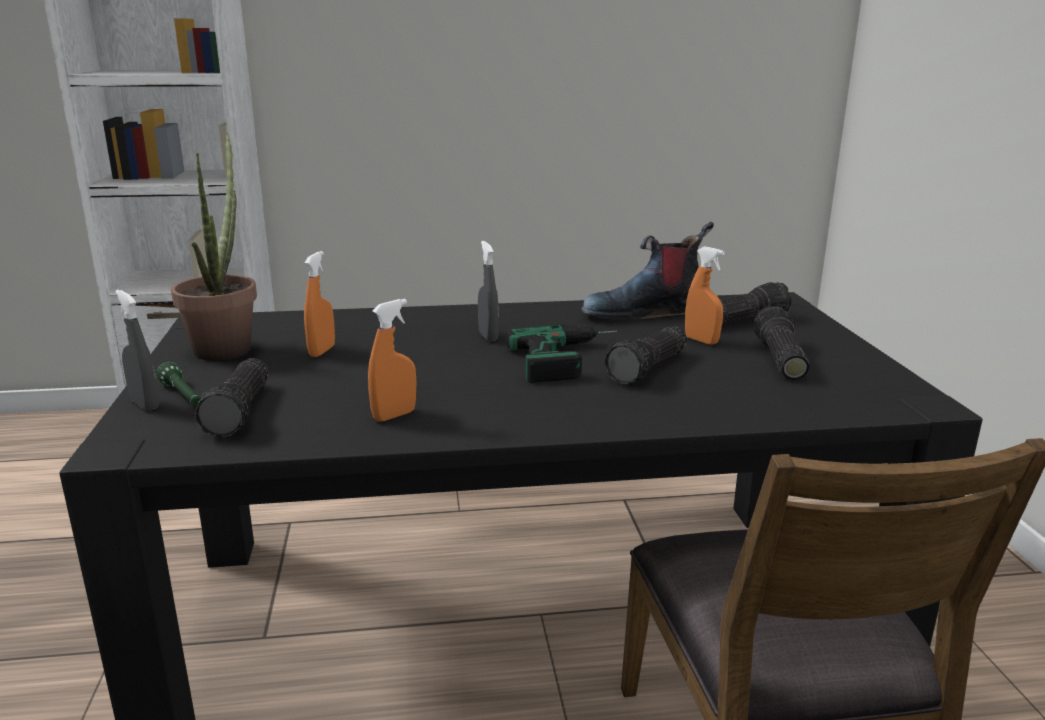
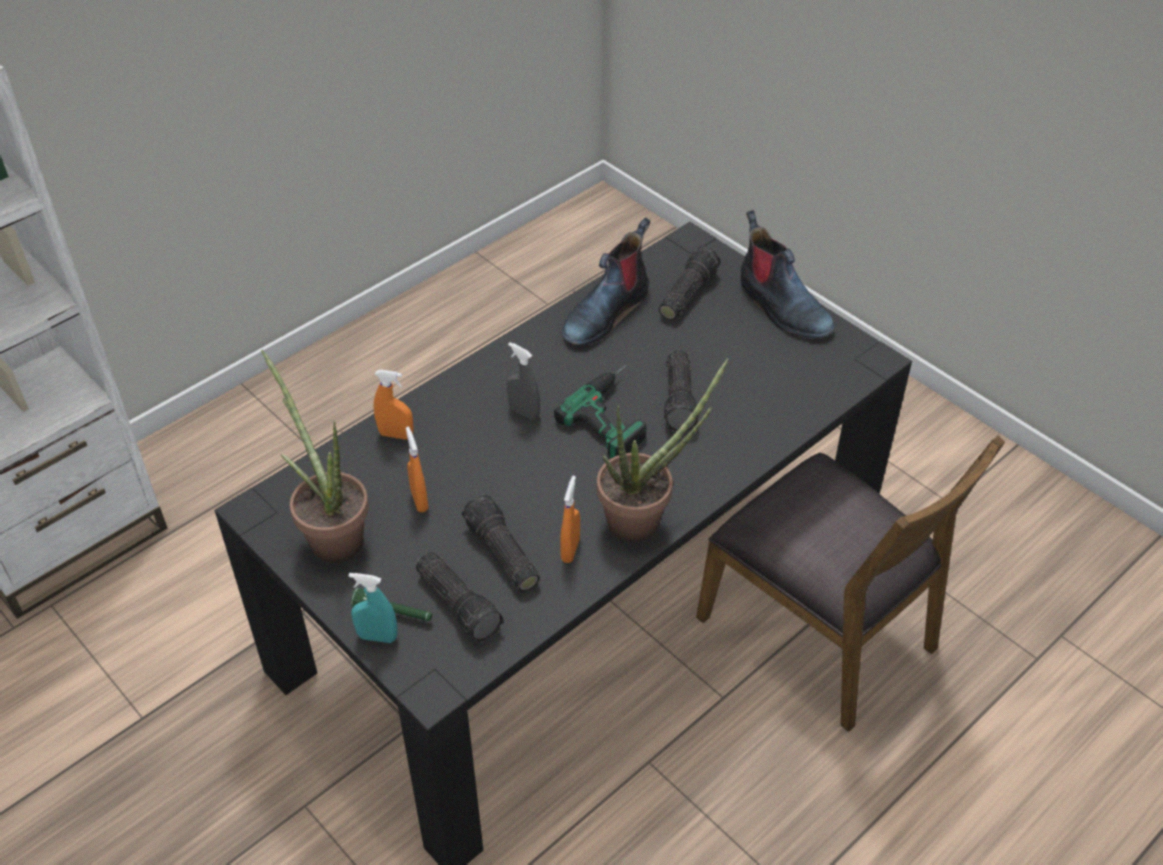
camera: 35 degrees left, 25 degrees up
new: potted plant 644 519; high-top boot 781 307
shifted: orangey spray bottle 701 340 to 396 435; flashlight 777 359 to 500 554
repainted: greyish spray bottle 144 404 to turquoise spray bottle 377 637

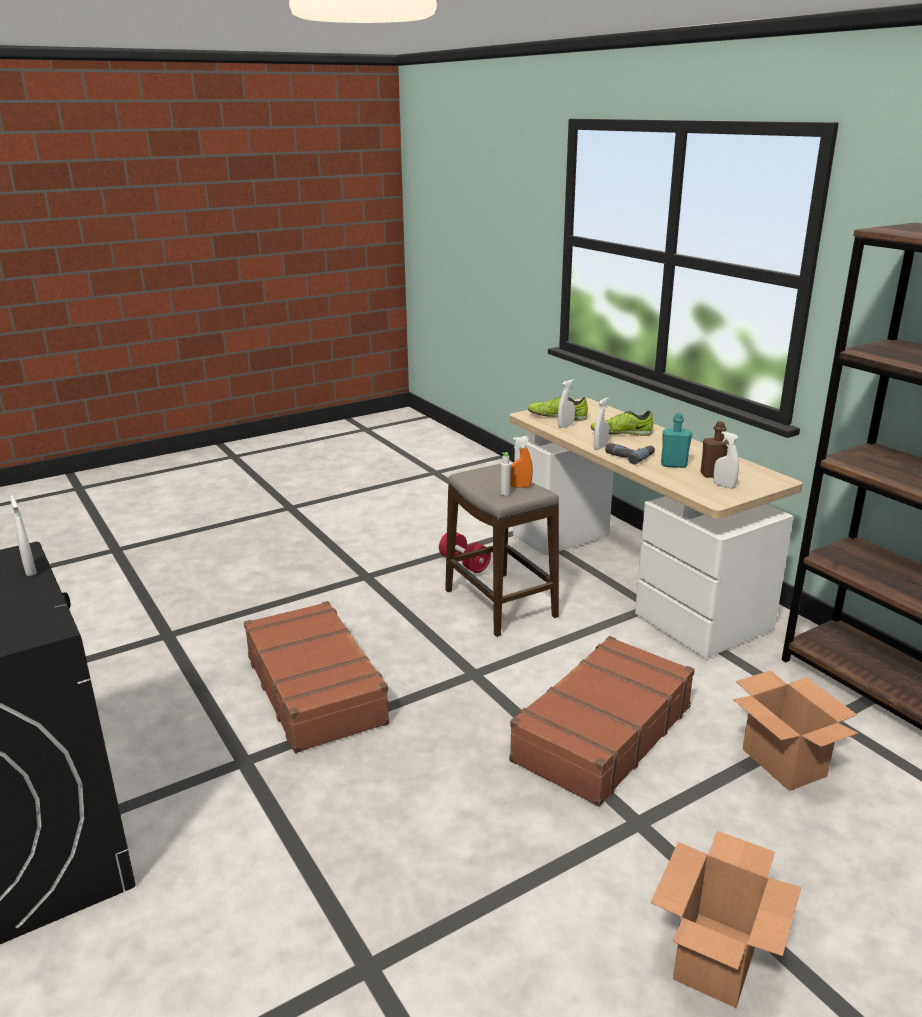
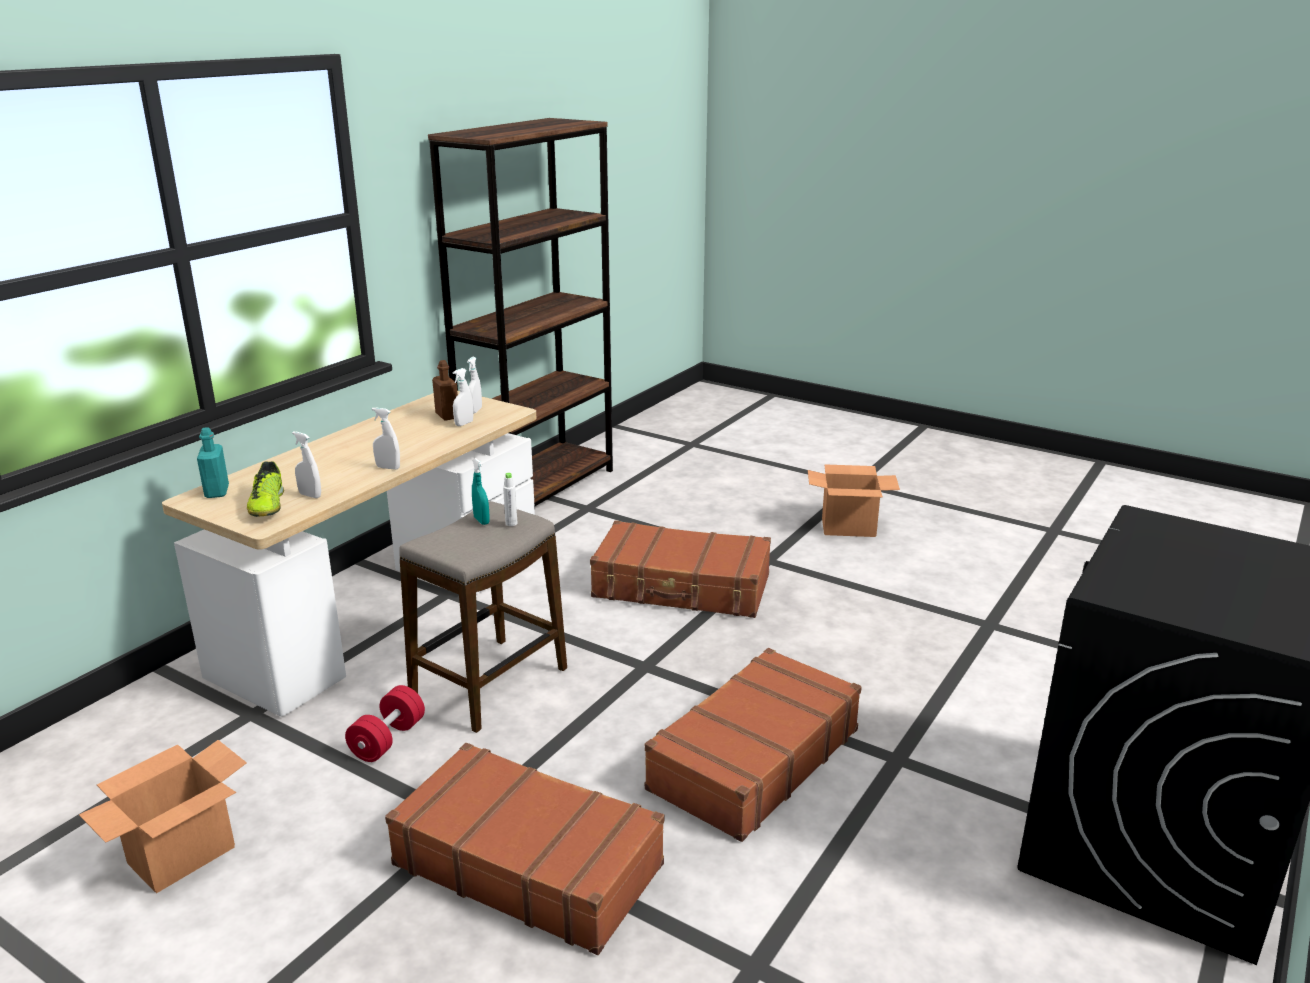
camera: 115 degrees left, 0 degrees up
gone: item of footwear 621 433; power drill 629 455
new: brownish travel case 528 863
shifted: whitish spray bottle 30 570 to 464 423; turquoise beverage bottle 673 465 to 217 492; cardboard box 782 762 to 181 856
repainted: orangey spray bottle 520 486 to turquoise spray bottle 481 521

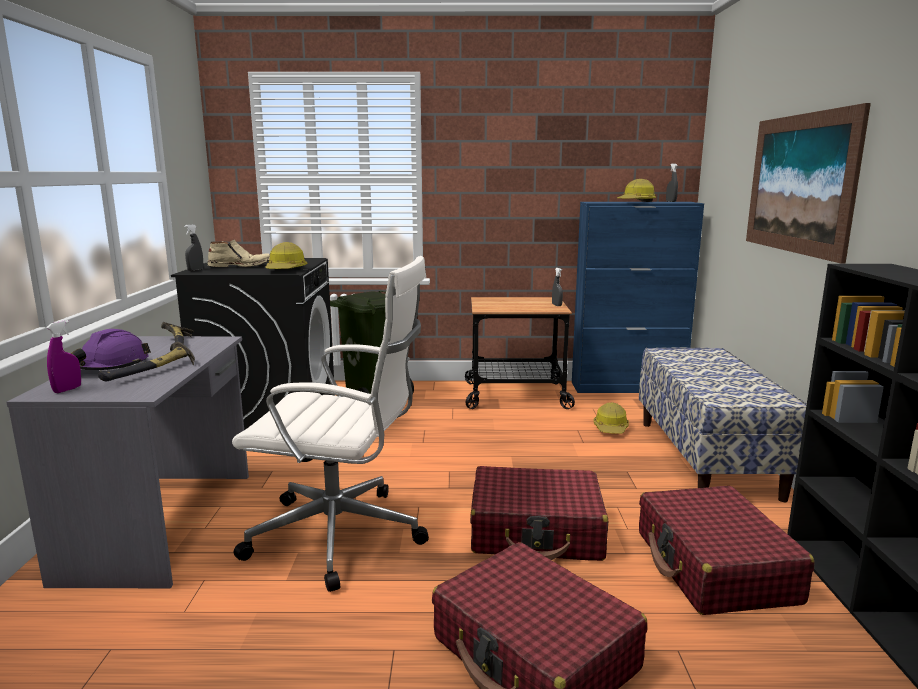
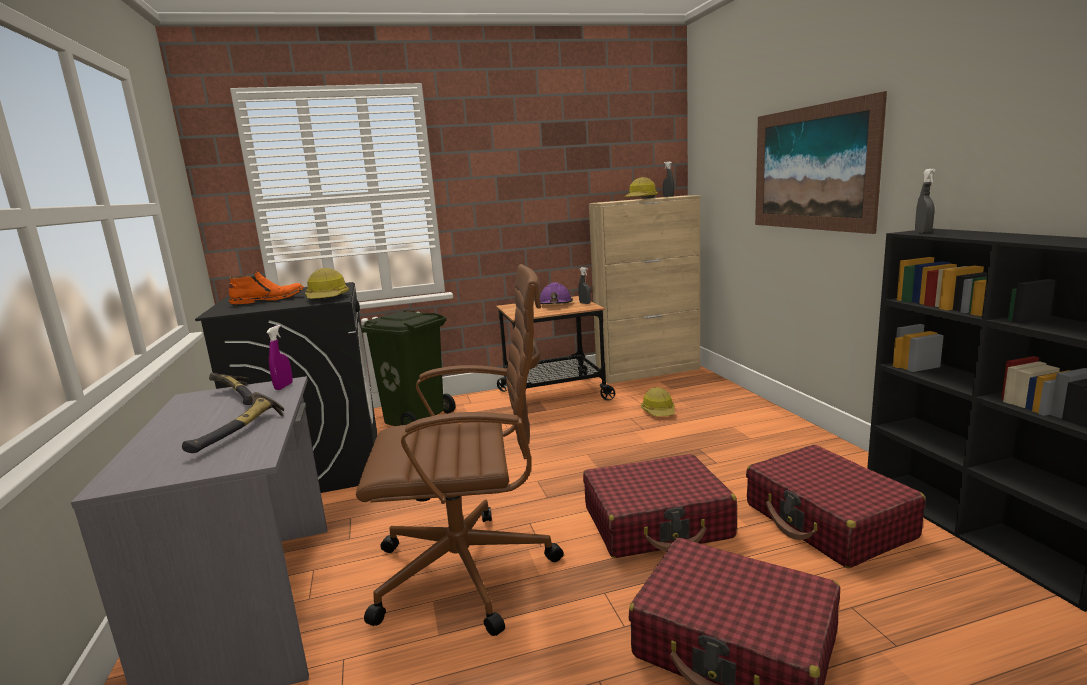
camera: 15 degrees left, 0 degrees up
gone: indoor bench 707 458
shifted: purple-coloured spray bottle 67 389 to 283 386; purple-coloured safety helmet 111 366 to 555 304; greyish spray bottle 195 270 to 923 232
repainted: beige high-top boot 241 266 to orangey high-top boot 268 300; whitish office chair 342 536 to brownish office chair 470 571; blue-coloured storage cabinet 628 387 to beige storage cabinet 648 371

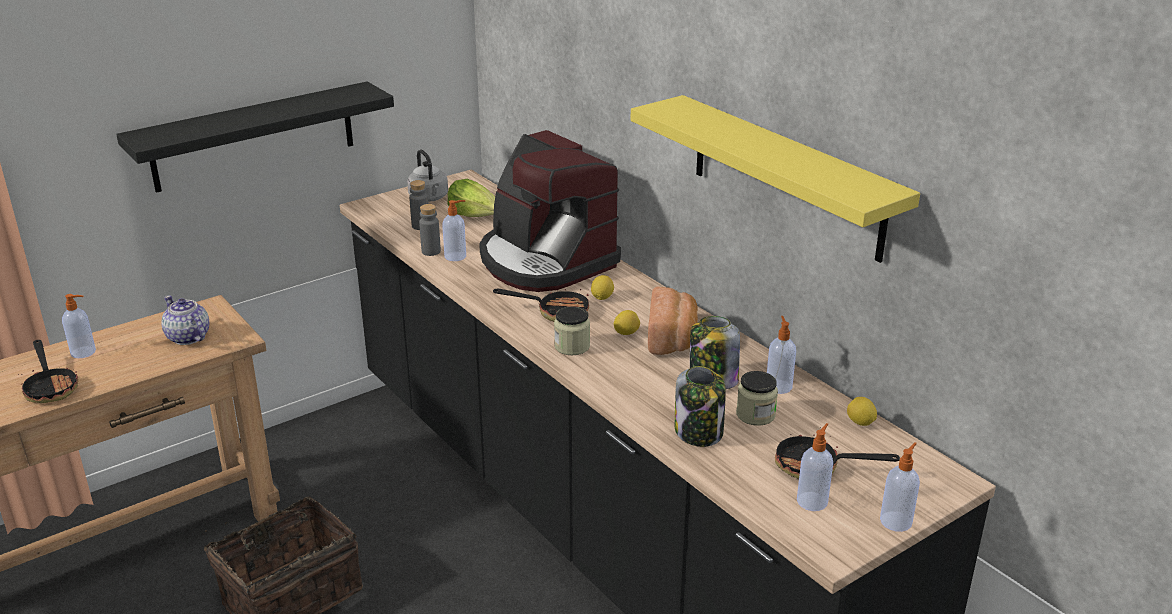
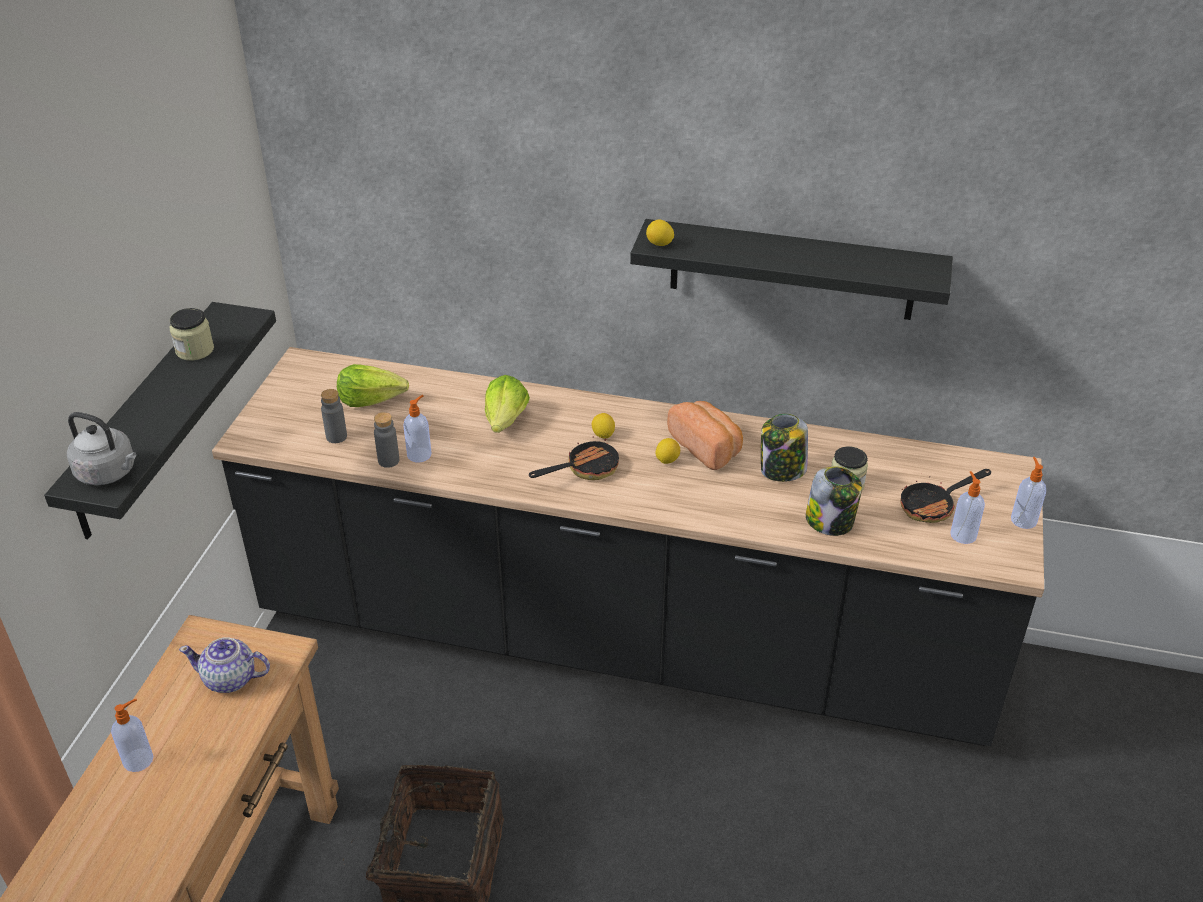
camera: 40 degrees left, 10 degrees up
gone: frying pan 51 387; soap dispenser 778 386
shifted: greyish tea kettle 429 198 to 109 473; jar 572 346 to 195 350; citrus fruit 860 423 to 659 244
swapped: coffee maker 545 261 to head of lettuce 506 420
repainted: yellow bracket shelf 786 177 to black bracket shelf 792 270

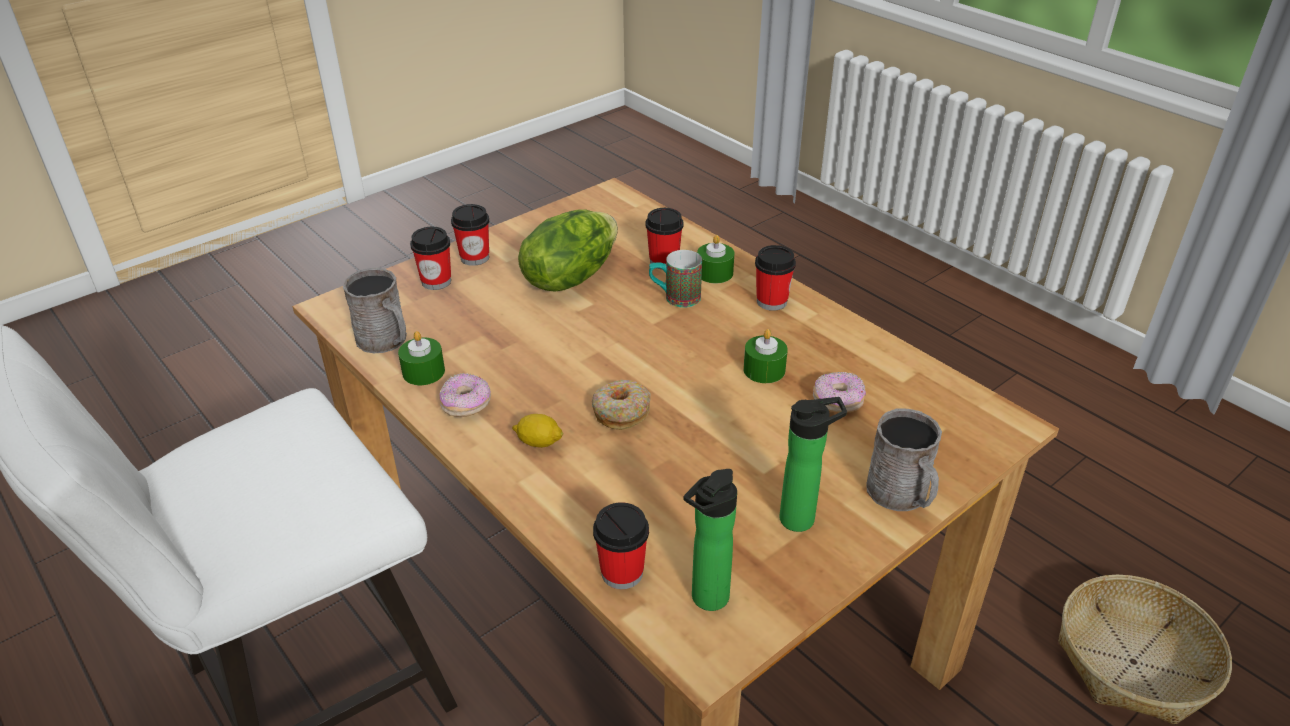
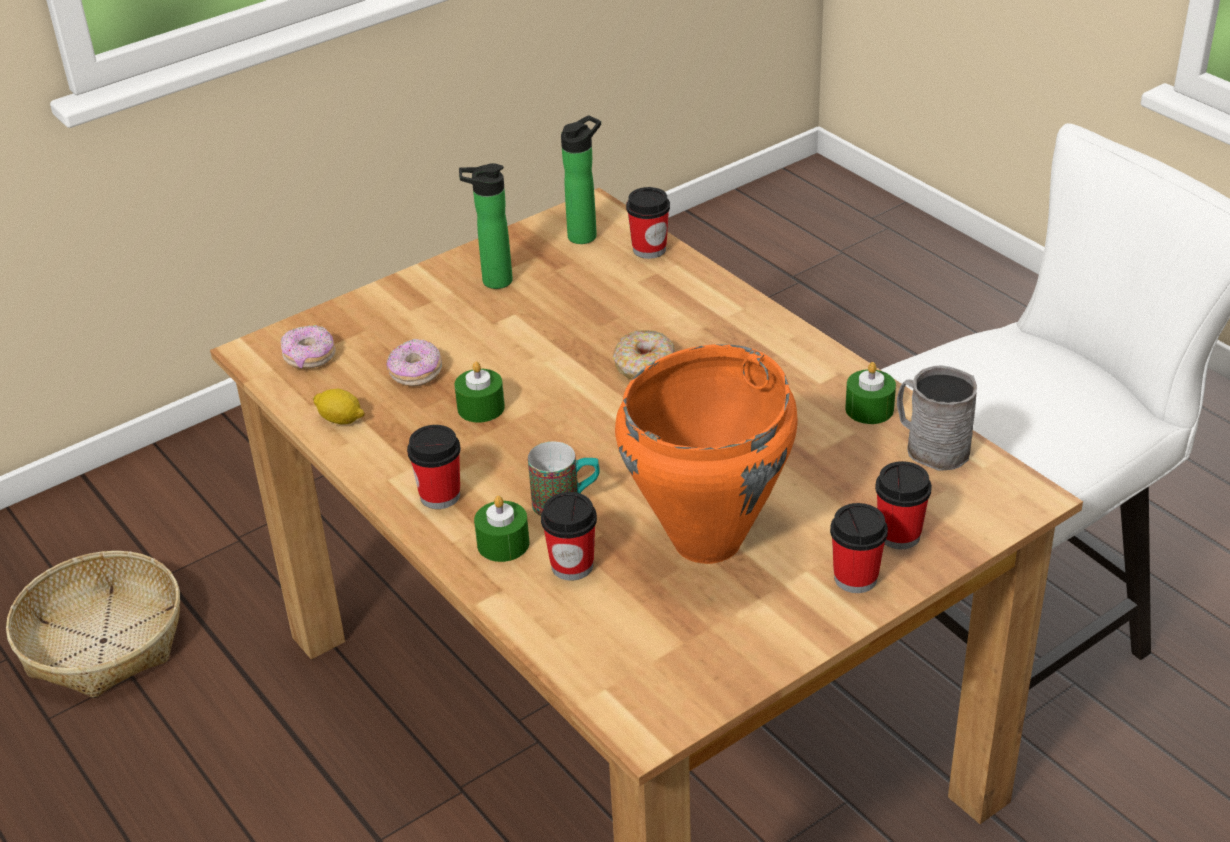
camera: 175 degrees left, 0 degrees up
gone: greyish tea mug 902 495
shifted: doughnut 466 405 to 309 358; citrus fruit 538 442 to 340 419
swapped: head of lettuce 570 276 to orangey cooking pot 709 540

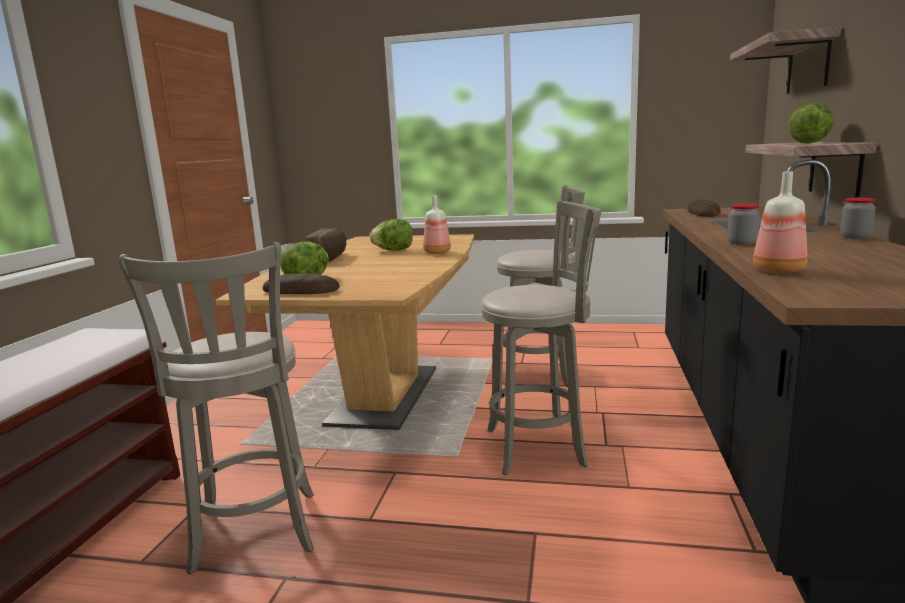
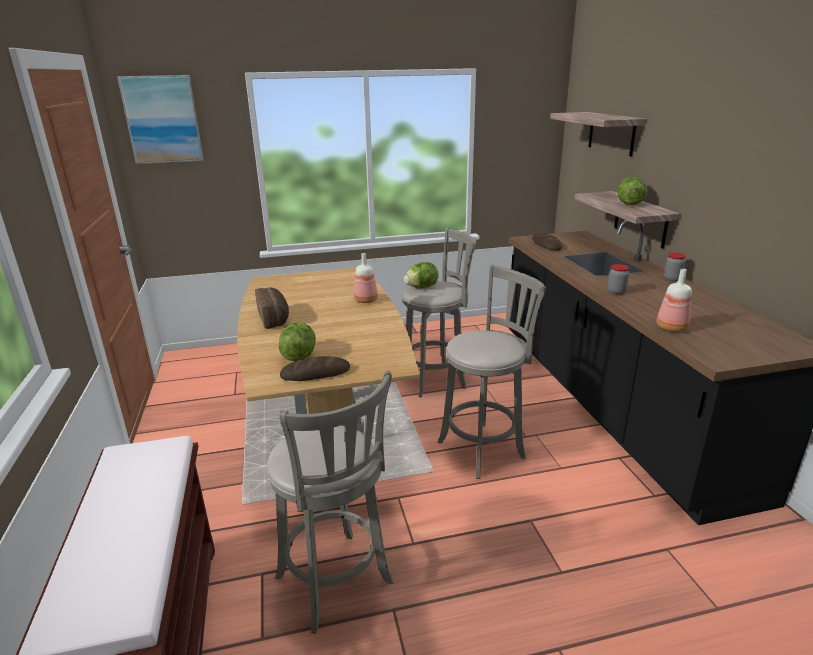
camera: 25 degrees left, 10 degrees up
new: wall picture 162 120
shifted: head of lettuce 394 250 to 421 287

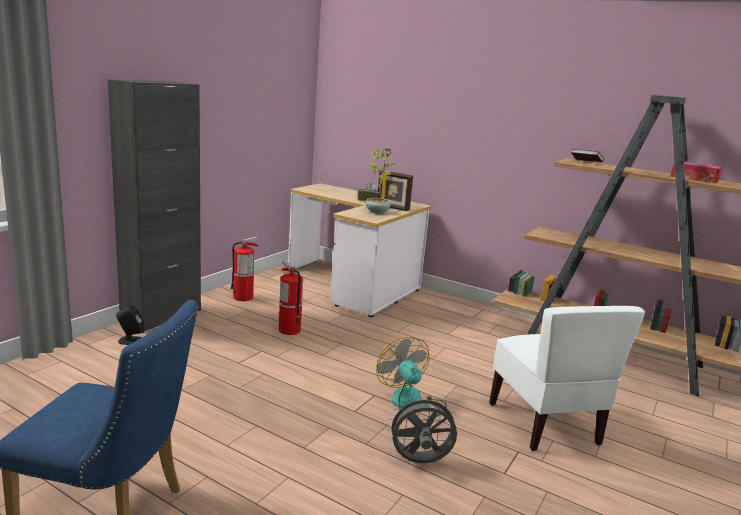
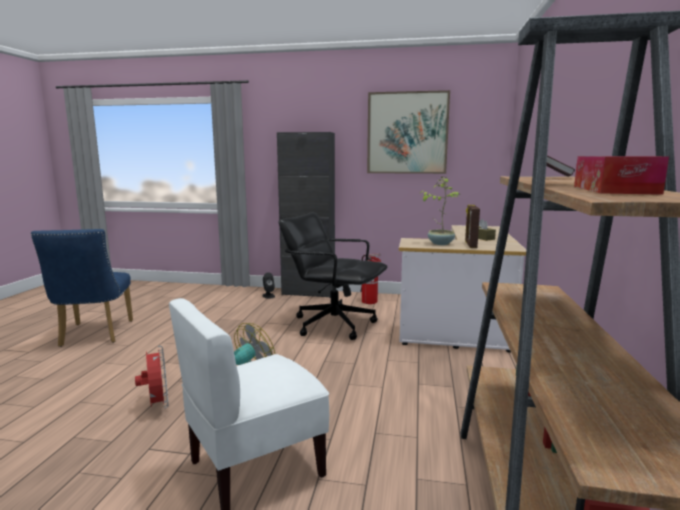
camera: 70 degrees right, 5 degrees down
new: wall picture 407 133
swapped: fire-fighting cylinder 289 330 to black office chair 333 324
repainted: greyish cooling fan 419 462 to red-coloured cooling fan 157 405

